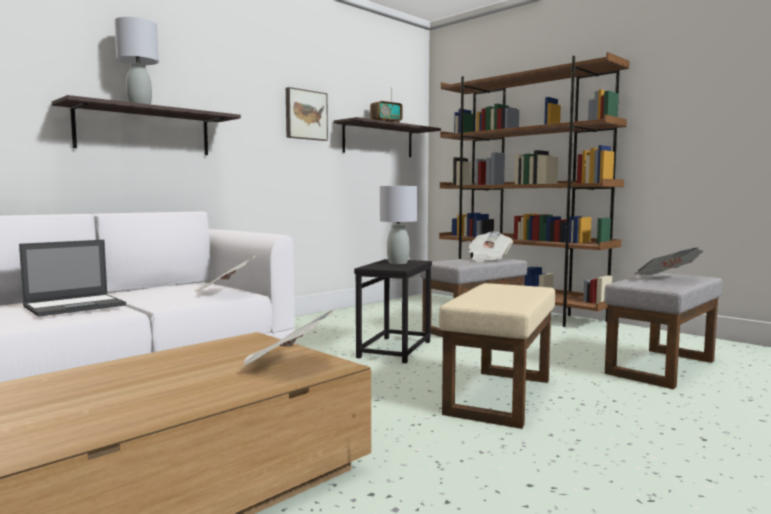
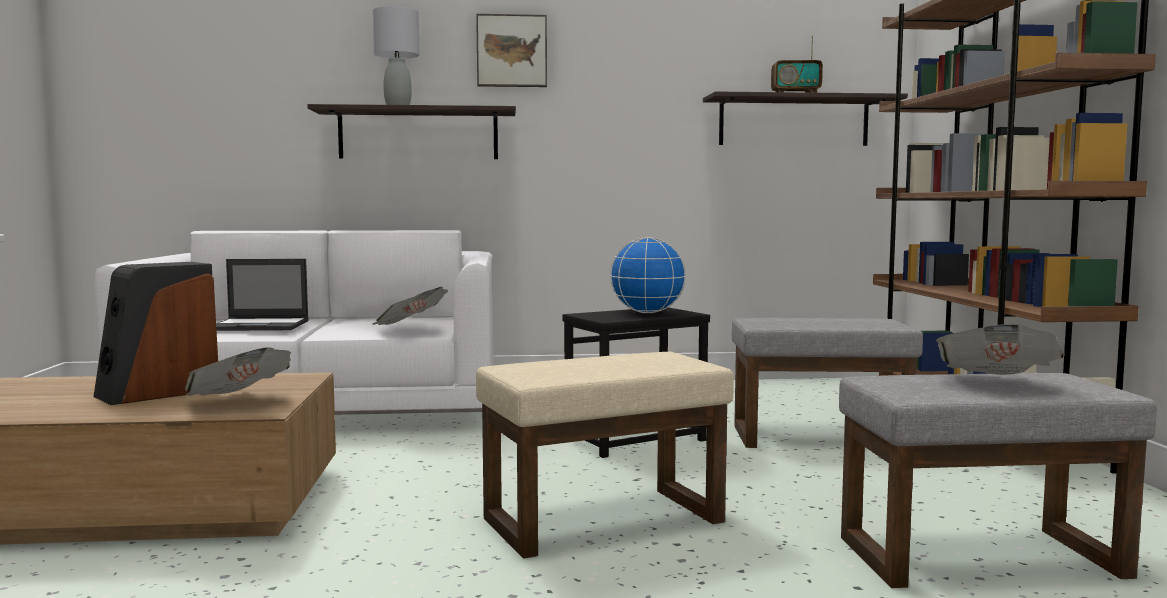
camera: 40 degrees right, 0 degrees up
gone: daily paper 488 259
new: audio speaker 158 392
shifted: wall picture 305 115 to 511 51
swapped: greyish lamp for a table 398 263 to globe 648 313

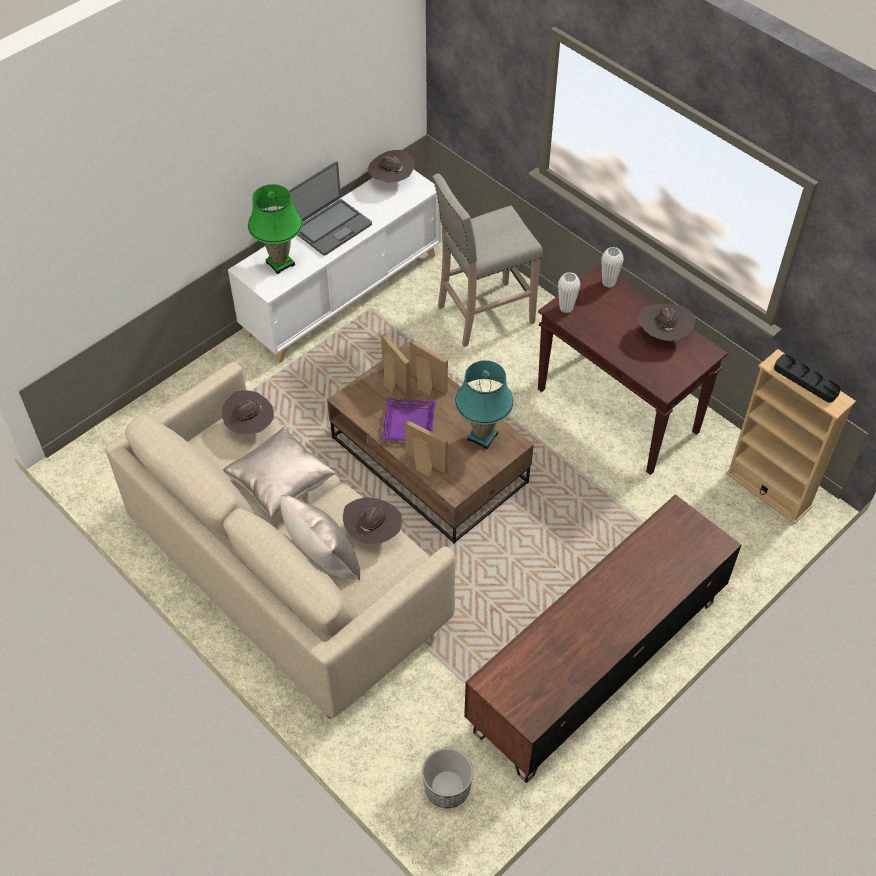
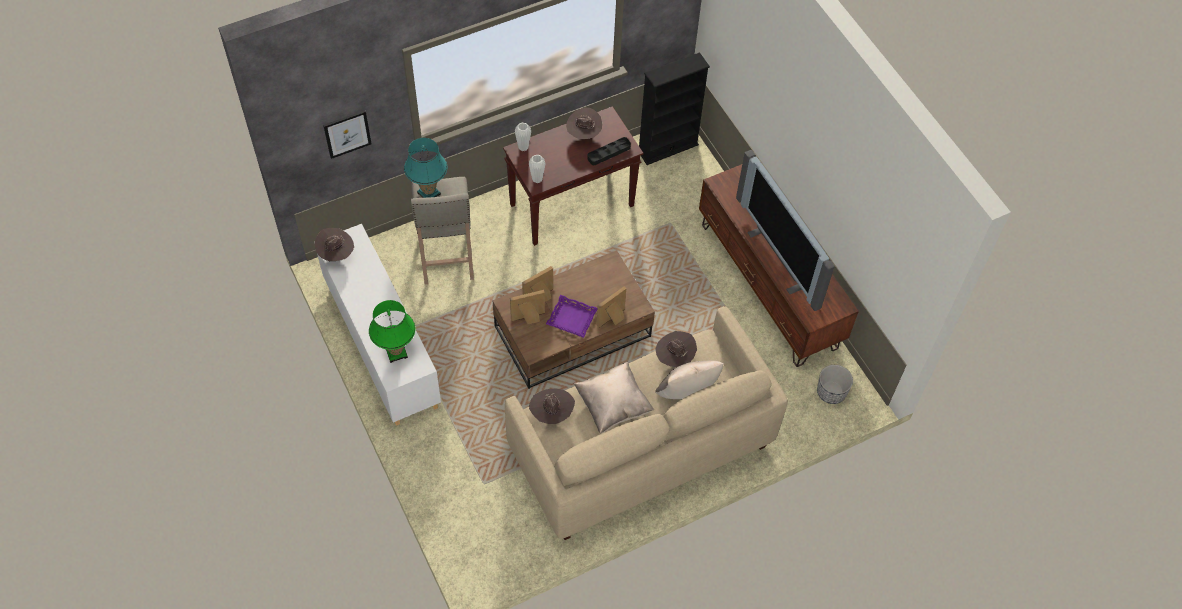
camera: 75 degrees left, 5 degrees up
gone: notebook computer 331 227
new: wall picture 347 133; TV 782 257
shifted: turquoise lamp for a table 482 437 to 429 193; black carrying tray 806 381 to 609 153
repainted: beige bookcase 768 490 to black bookcase 668 148

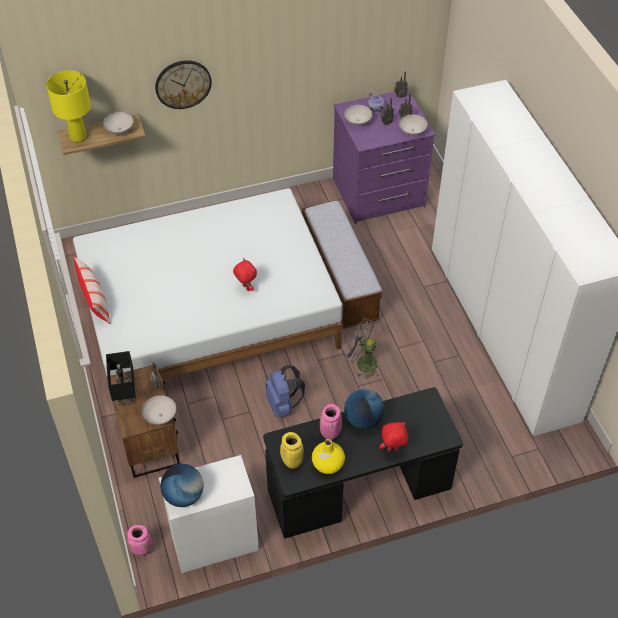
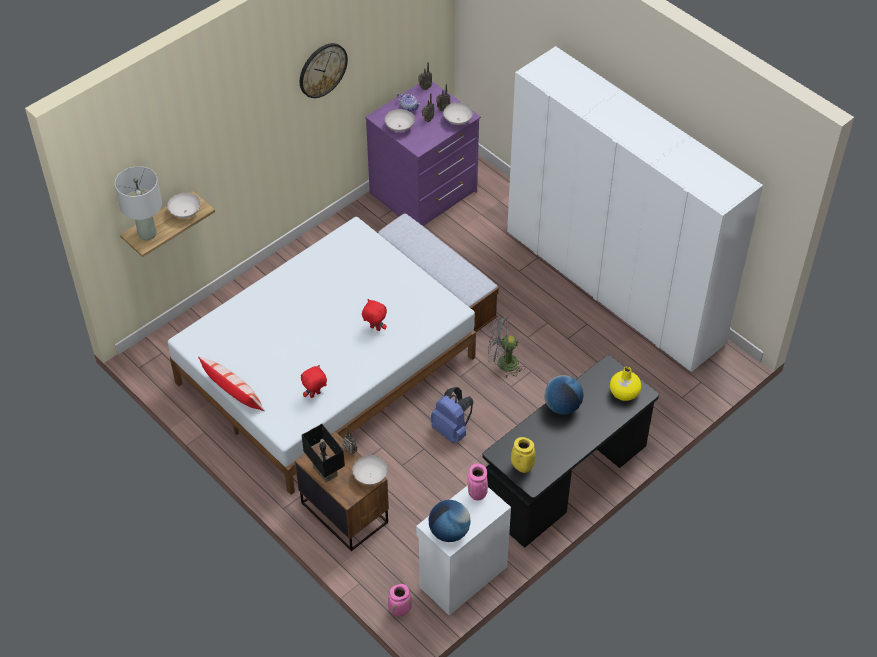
camera: 25 degrees left, 0 degrees up
shifted: wall clock 183 84 to 322 70; yellow flower vase 327 464 to 624 393; pinkish flower vase 330 434 to 477 494; red-coloured soft toy 392 450 to 315 395
repainted: yellow lamp for a table 78 137 to greyish lamp for a table 147 234

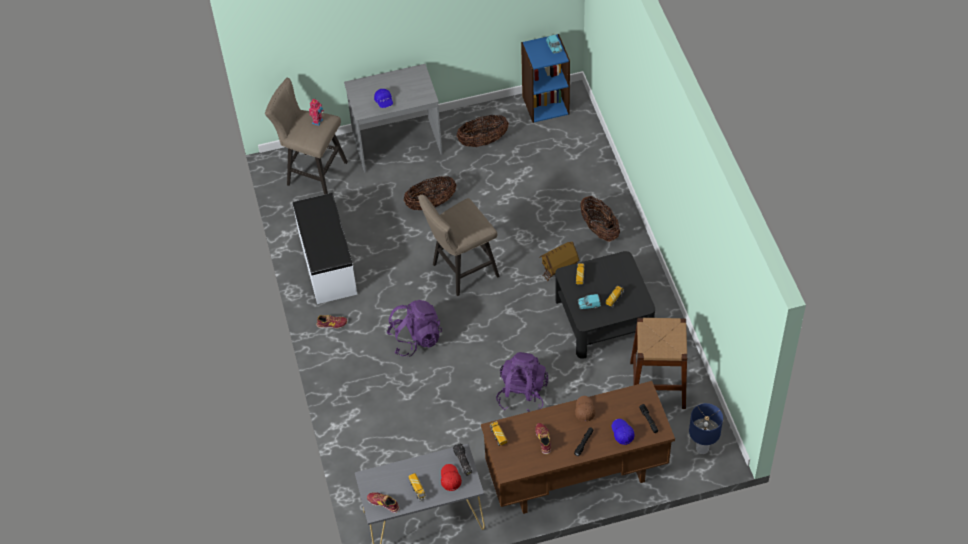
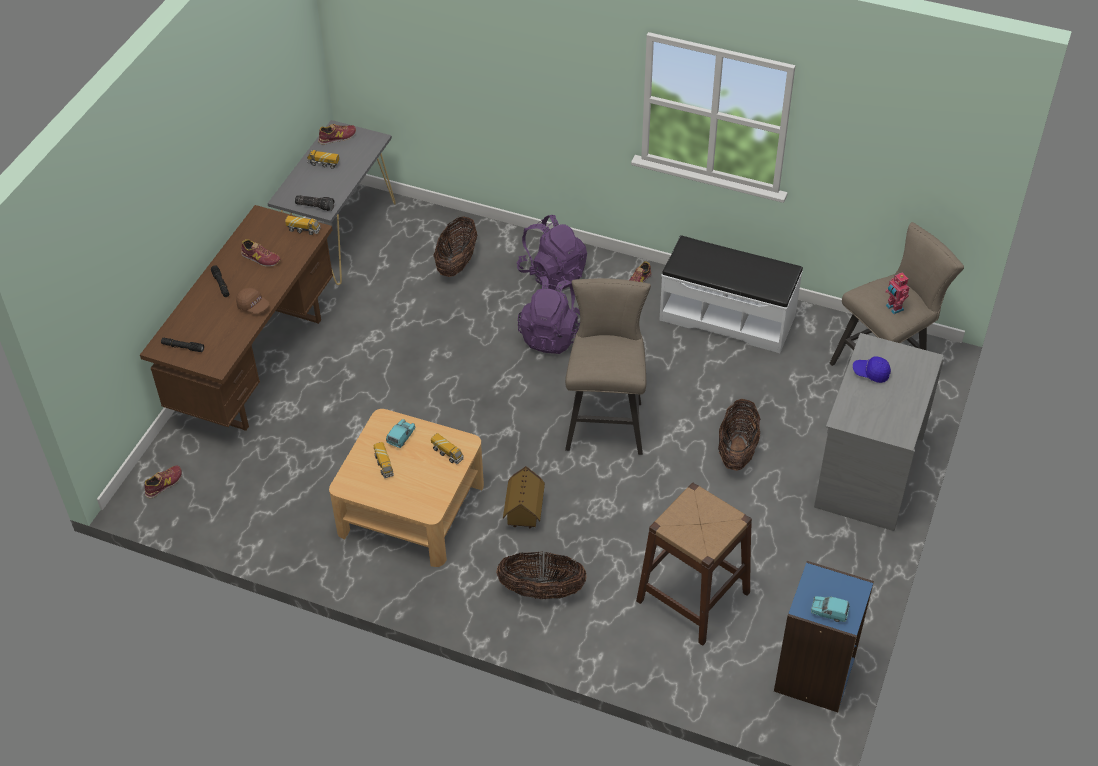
camera: 125 degrees right, 5 degrees down
gone: red-coloured peaked cap 450 479; blue-coloured peaked cap 622 433
shifted: basket 483 141 to 457 263; purple-coloured knapsack 522 394 to 552 274; brownish stool 657 384 to 693 596
swapped: blue-coloured lamp for a table 702 448 to item of footwear 164 484
repainted: black lounge table 604 318 to beige lounge table 411 509

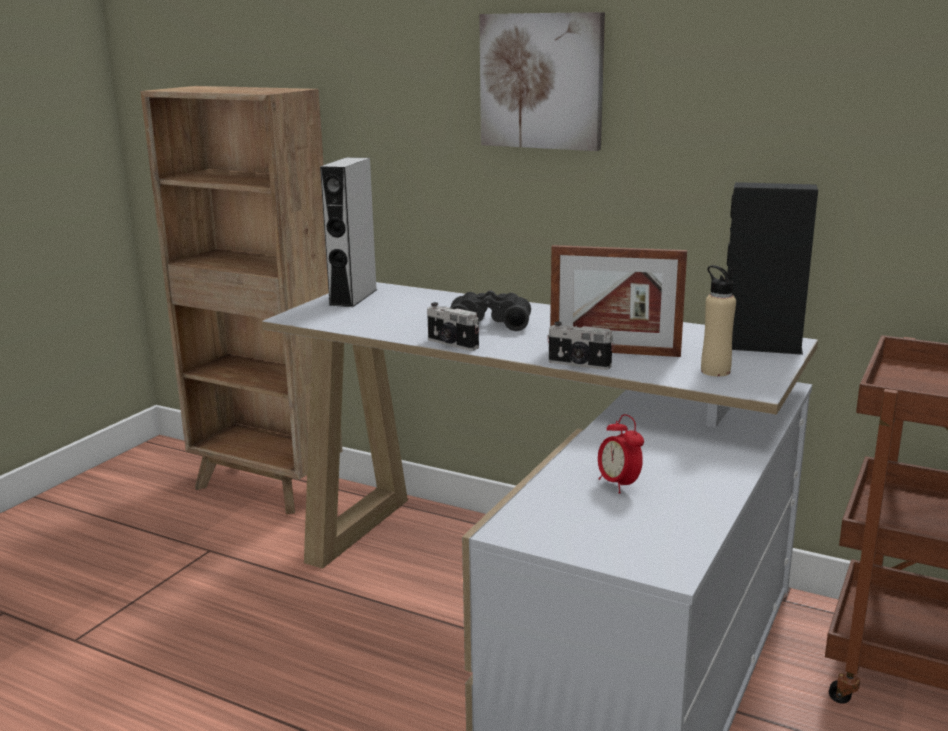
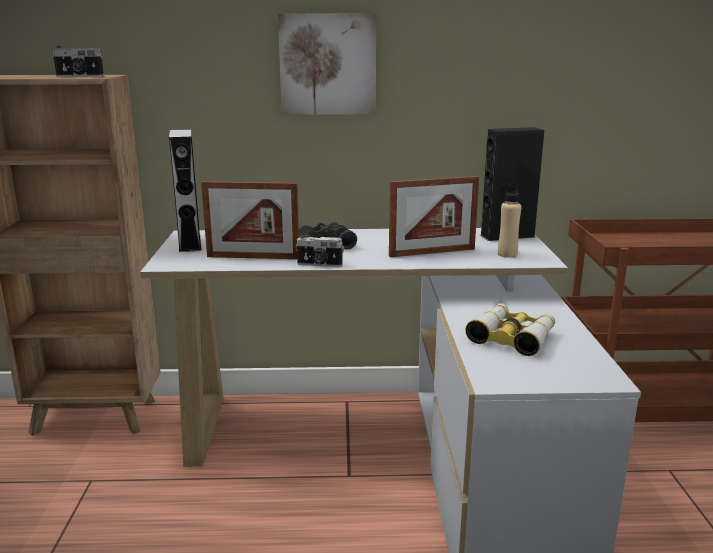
camera: 30 degrees left, 0 degrees up
new: standing frame 253 257
shifted: photo camera 579 364 to 80 76
swapped: table clock 618 485 to field glasses 512 337

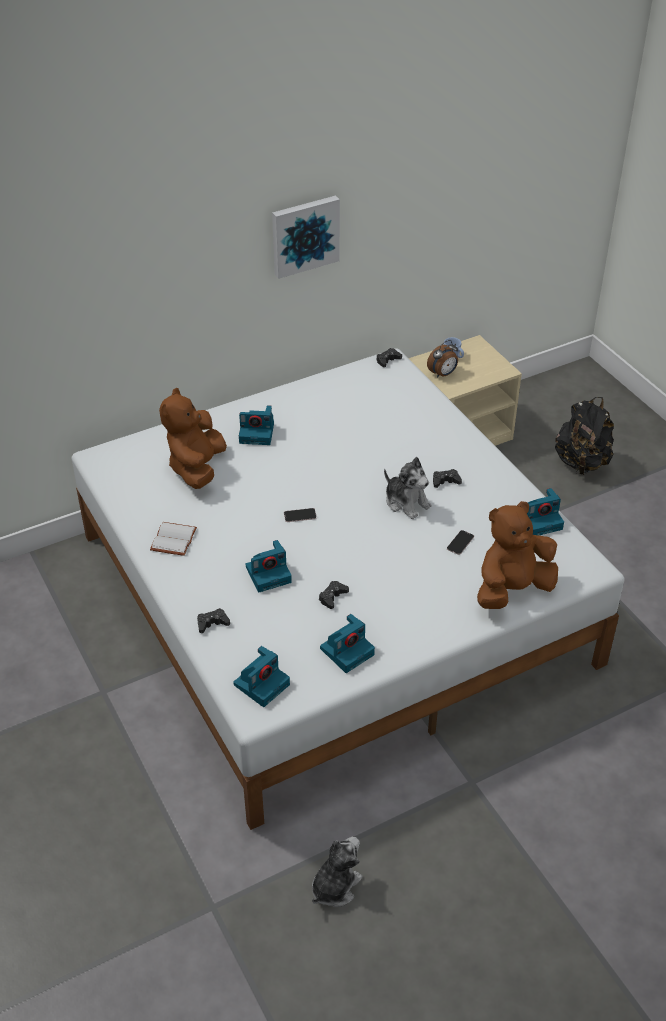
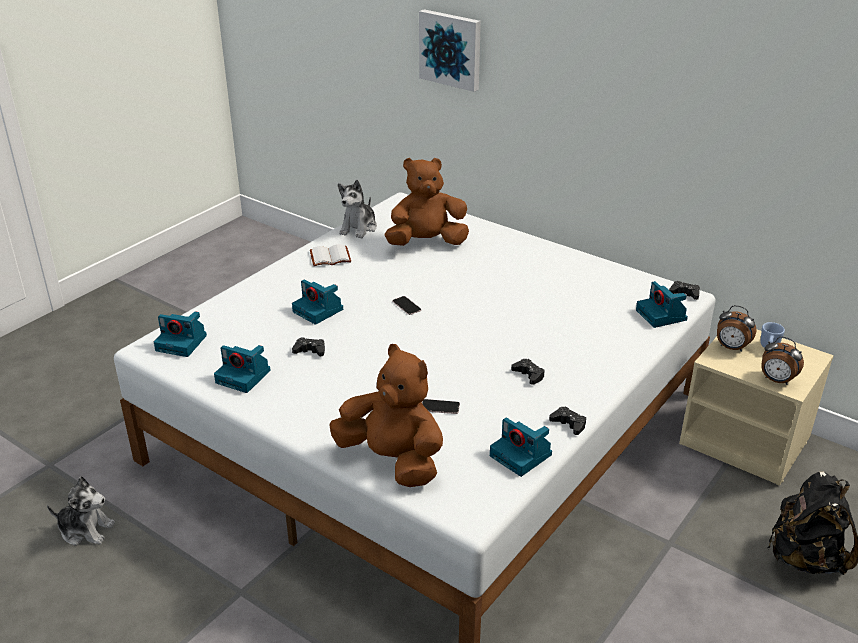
camera: 65 degrees right, 10 degrees down
new: table clock 776 380
shifted: black joypad 212 623 to 568 424; photo camera 257 433 to 662 315; wall picture 304 235 to 451 49; soft toy 406 502 to 359 228

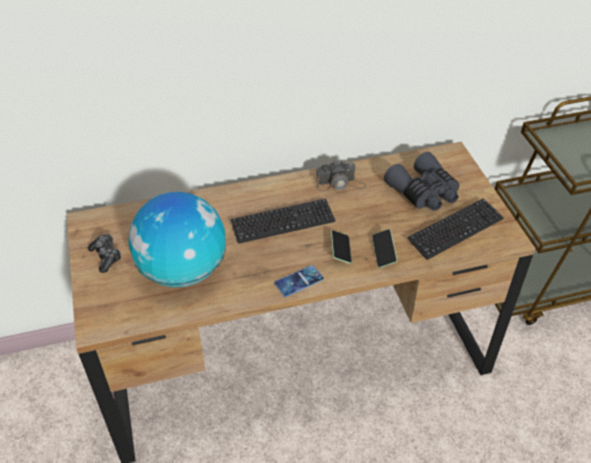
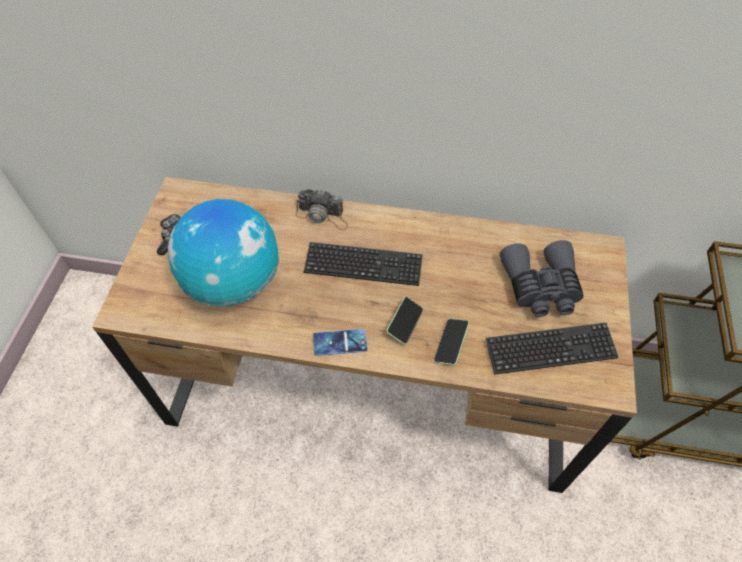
camera: 25 degrees right, 10 degrees up
shifted: photo camera 340 184 to 323 216

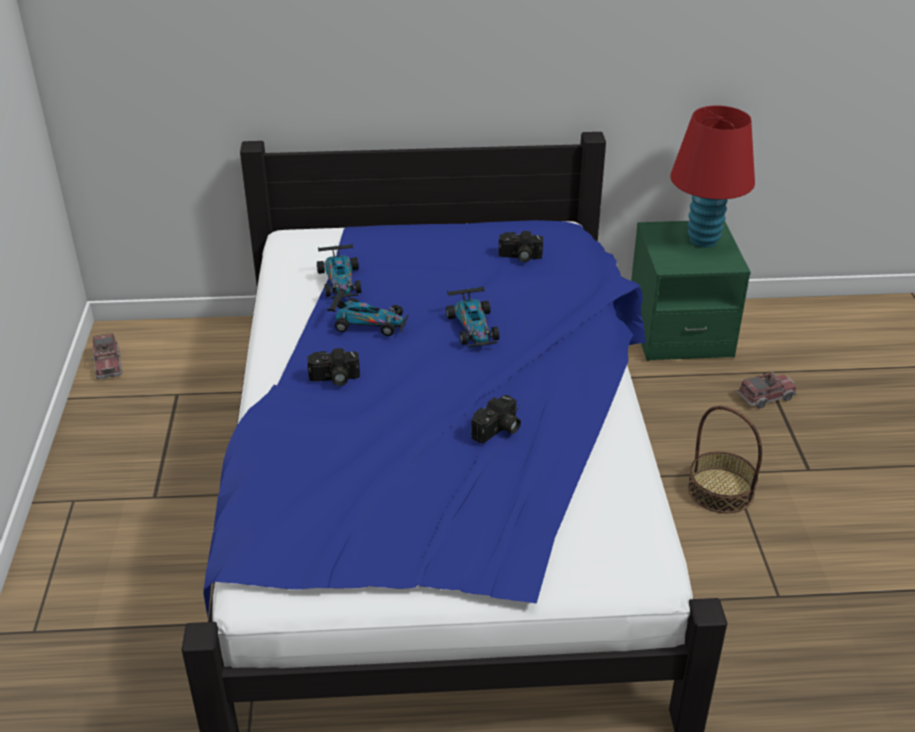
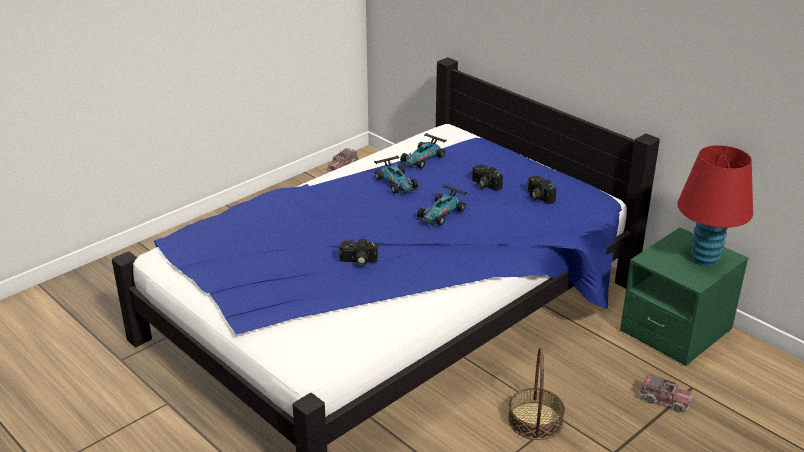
camera: 50 degrees right, 5 degrees down
shifted: photo camera 334 379 to 484 185

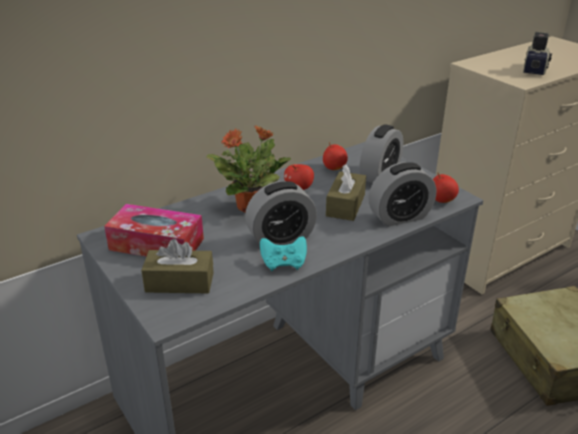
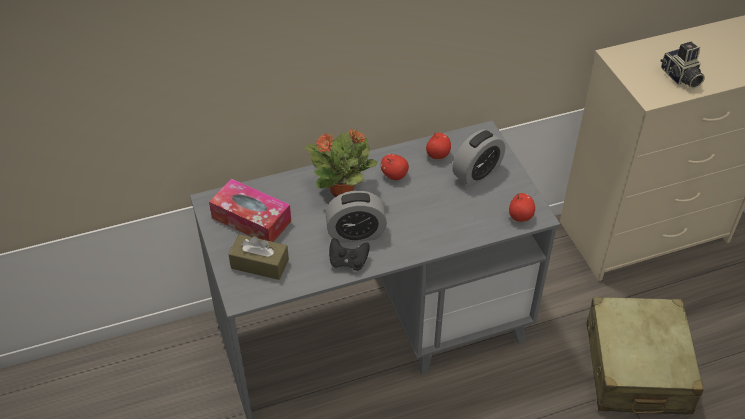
camera: 15 degrees right, 15 degrees up
gone: brownish box of tissues 345 205; table clock 399 217
repainted: turquoise joypad 283 264 to black joypad 348 262
rotated: photo camera 535 69 = 680 77 120 degrees clockwise

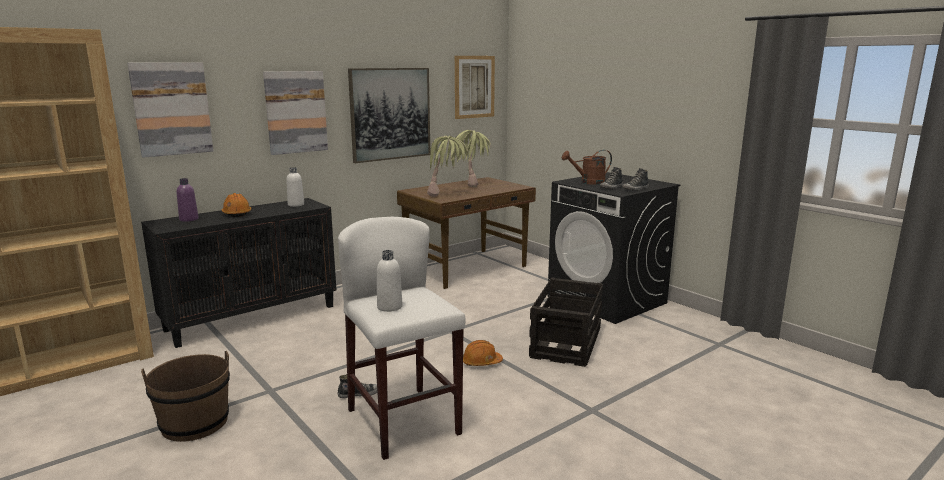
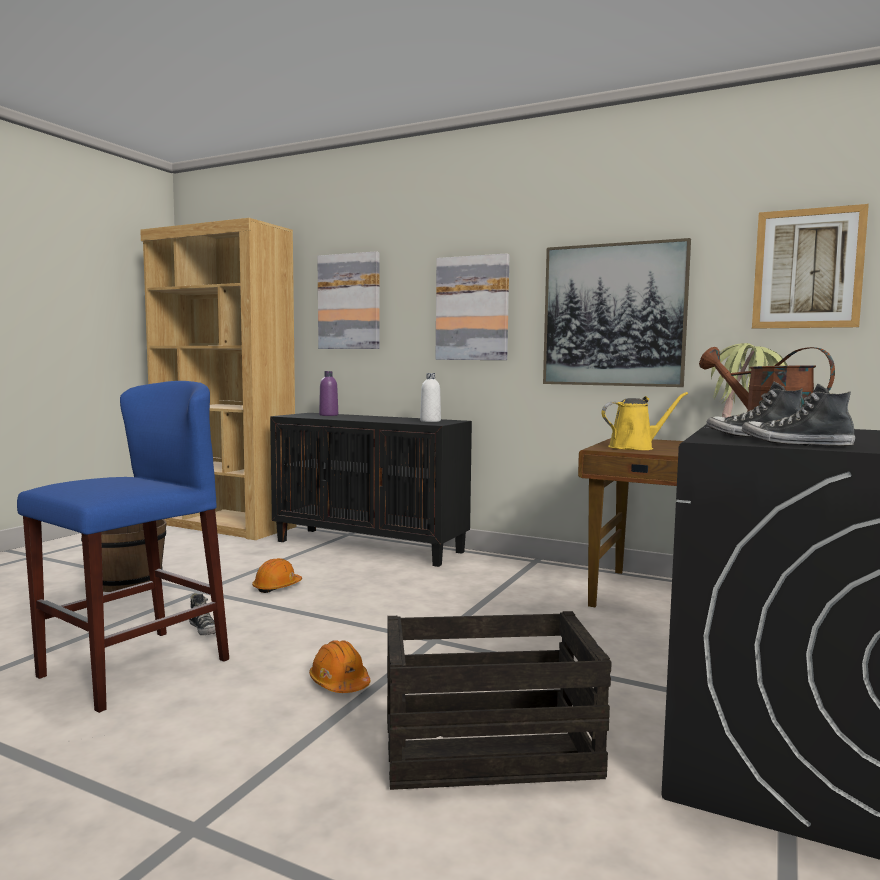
camera: 65 degrees right, 10 degrees down
gone: whitish beverage bottle 389 307
shifted: orangey safety helmet 236 213 to 277 587
swapped: potted plant 447 195 to yellow sprinkling can 635 447
repainted: whitish stool 403 422 to blue-coloured stool 134 668

